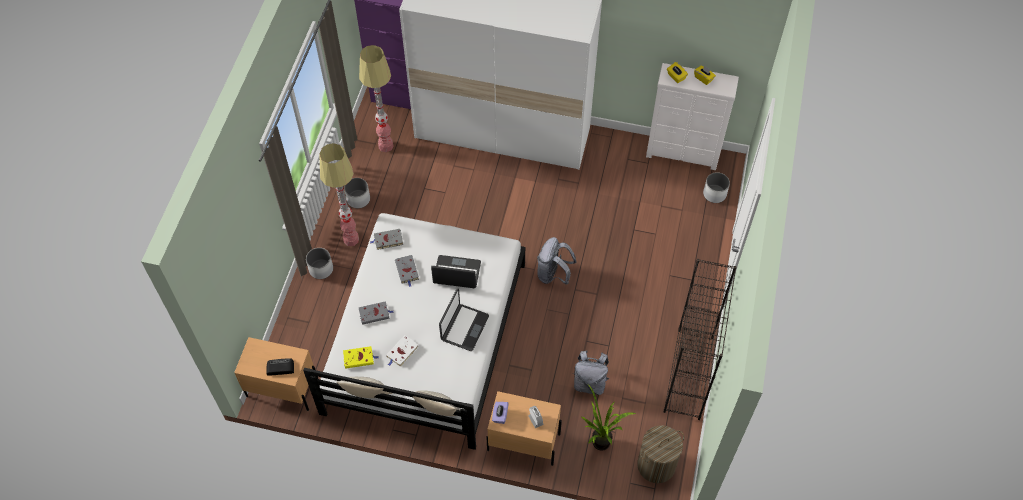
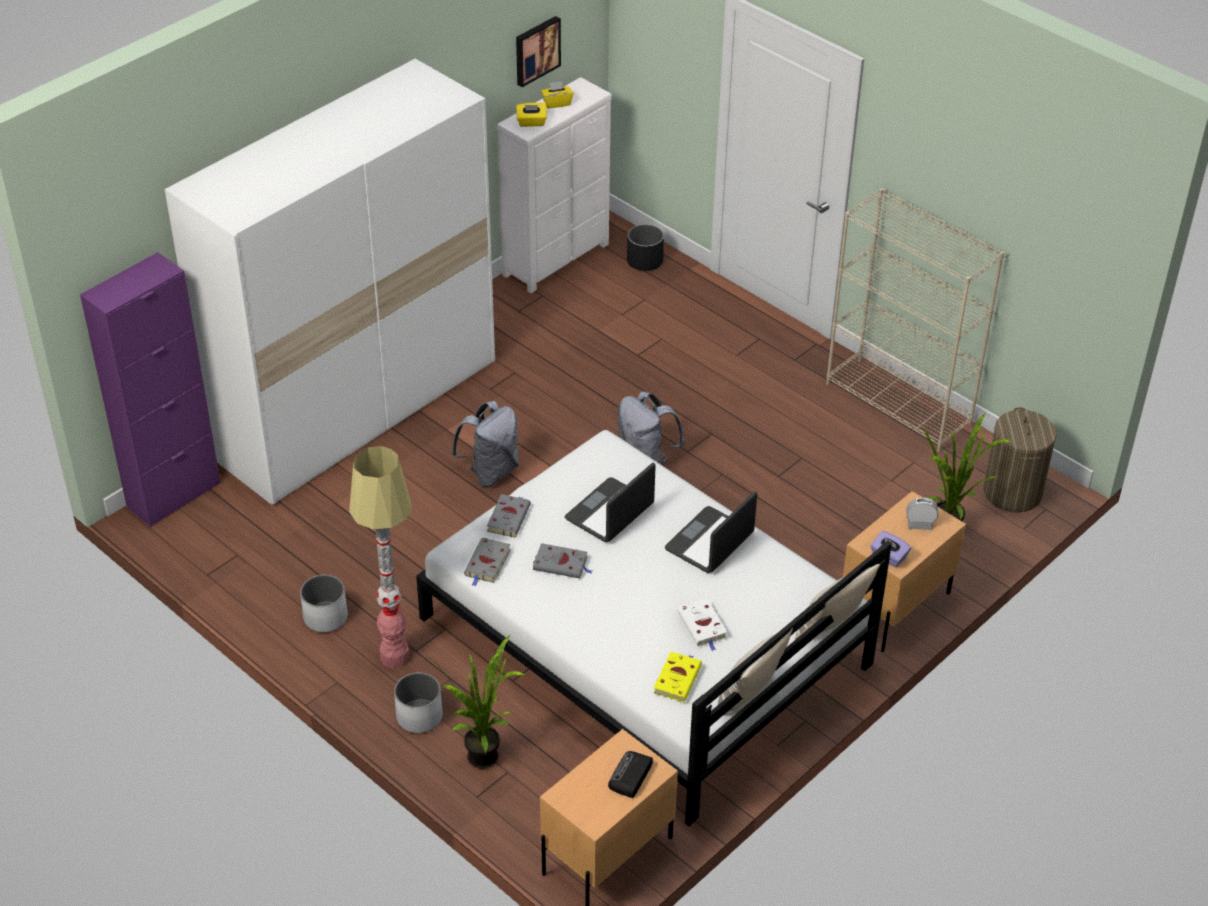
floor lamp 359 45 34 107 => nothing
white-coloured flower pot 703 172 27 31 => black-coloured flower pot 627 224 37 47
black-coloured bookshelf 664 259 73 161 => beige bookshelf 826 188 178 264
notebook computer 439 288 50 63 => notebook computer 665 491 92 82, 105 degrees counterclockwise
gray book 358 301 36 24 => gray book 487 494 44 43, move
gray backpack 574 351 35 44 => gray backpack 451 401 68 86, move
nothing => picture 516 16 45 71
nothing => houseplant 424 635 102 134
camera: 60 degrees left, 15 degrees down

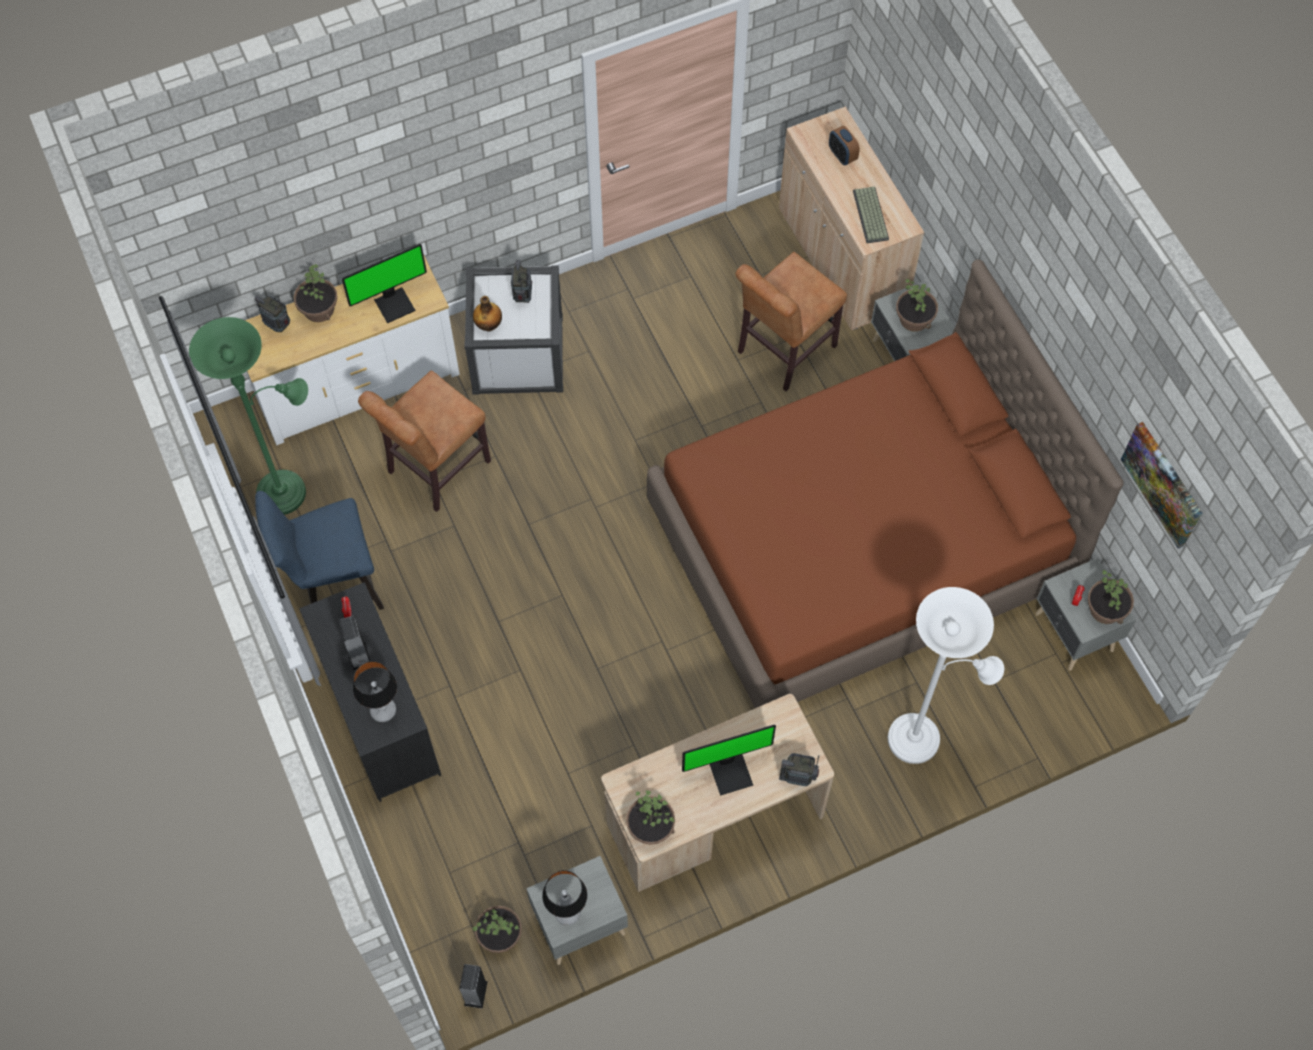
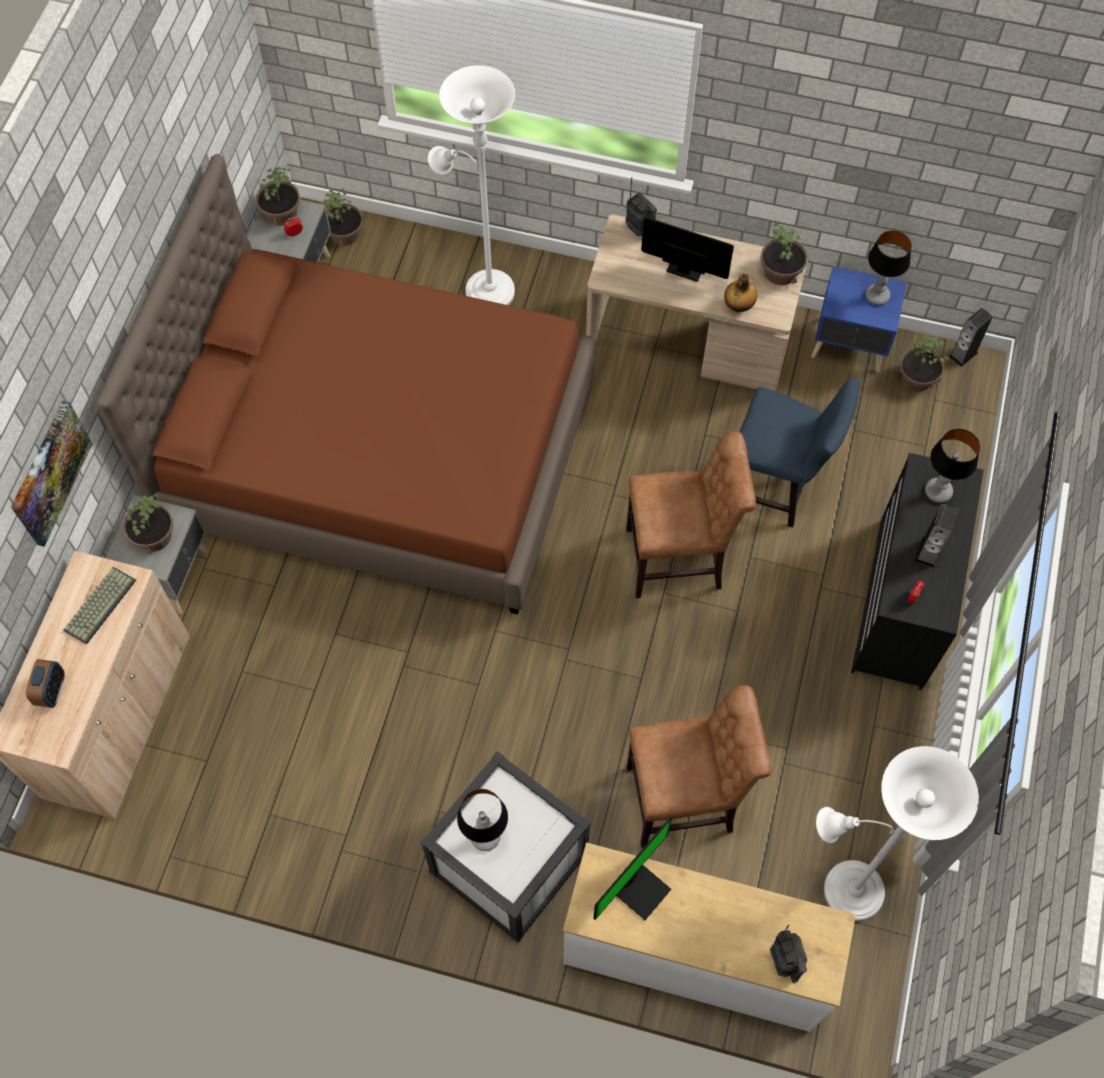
computer screen 342 244 85 79 => computer screen 593 817 79 103, 120 degrees clockwise
brown-coloured chair 735 252 112 139 => brown-coloured chair 626 431 130 167, move
radio receiver 511 260 21 43 => lamp for a table 457 789 51 62
houseplant 294 264 43 58 => houseplant 324 188 39 58, move
bottle 473 296 29 36 => bottle 724 273 33 39, move
green floor lamp 189 317 119 198 => white-coloured floor lamp 816 746 163 175
picture 1121 422 81 127 => picture 11 401 82 146, move
bluish chair 255 491 129 119 => bluish chair 739 378 121 149, move
gray night table 526 856 102 109 => bluish night table 811 266 96 106
camera: 140 degrees left, 0 degrees up

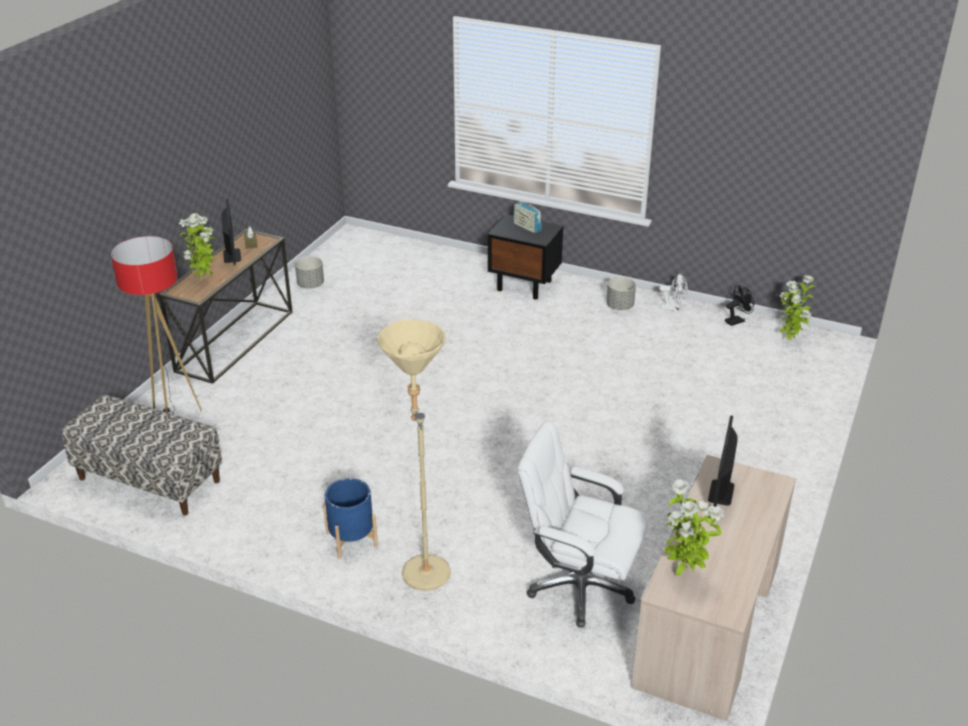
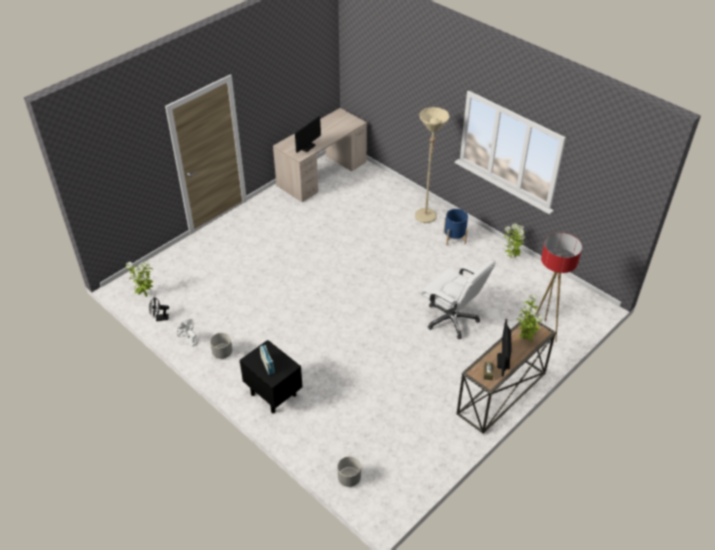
gray flower pot 295 256 29 32 => gray flower pot 337 456 24 31, move
indoor bench 61 395 161 120 => nothing
white-coloured desk chair 518 421 130 207 => white-coloured desk chair 420 260 76 79, move
houseplant 664 479 60 97 => houseplant 504 224 21 34, move
camera: 160 degrees left, 10 degrees up

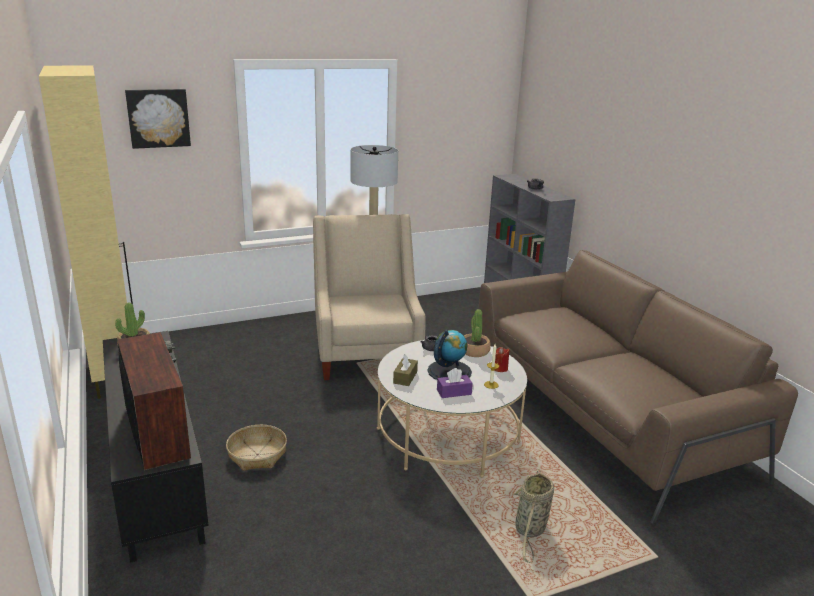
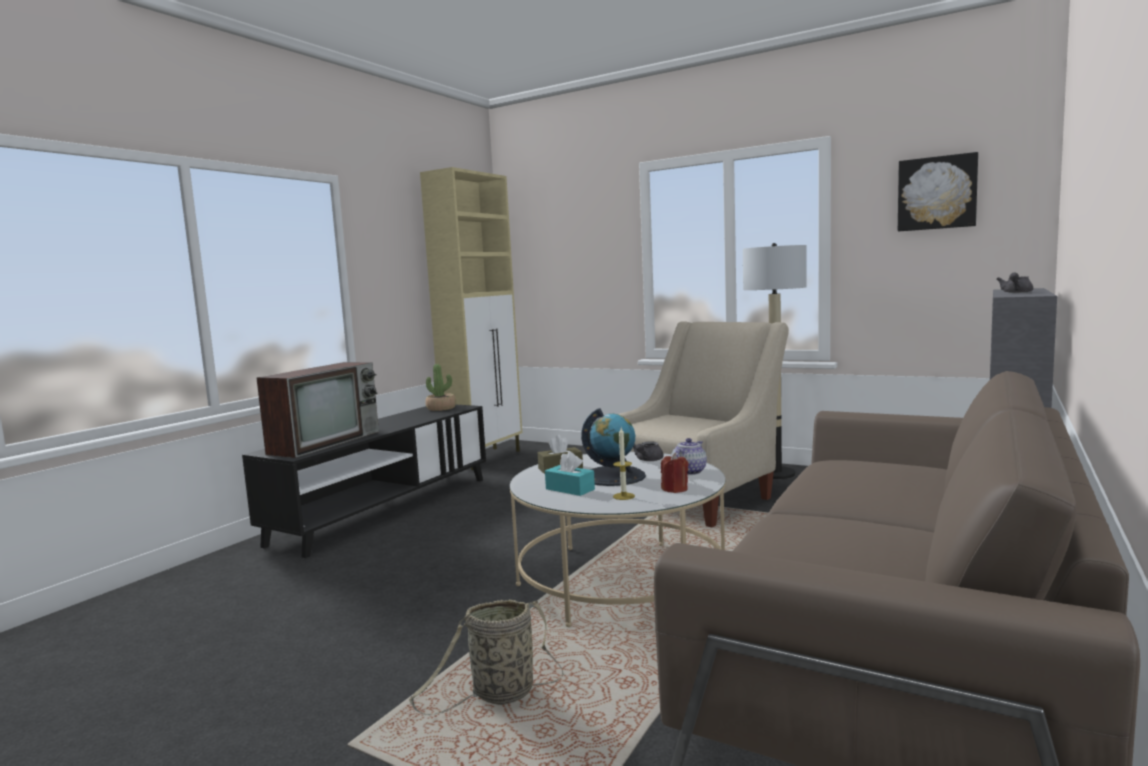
picture 125 89 66 60 => picture 898 152 80 79, move
houseplant 464 309 27 48 => pot for tea 671 438 36 37
purple tissue holder 437 368 36 30 => blue-green tissue holder 545 452 50 44
basket 226 425 61 46 => nothing
camera: 55 degrees right, 15 degrees down

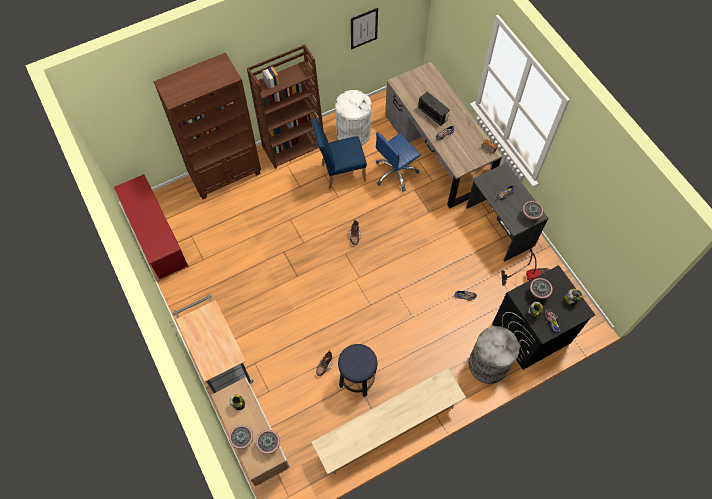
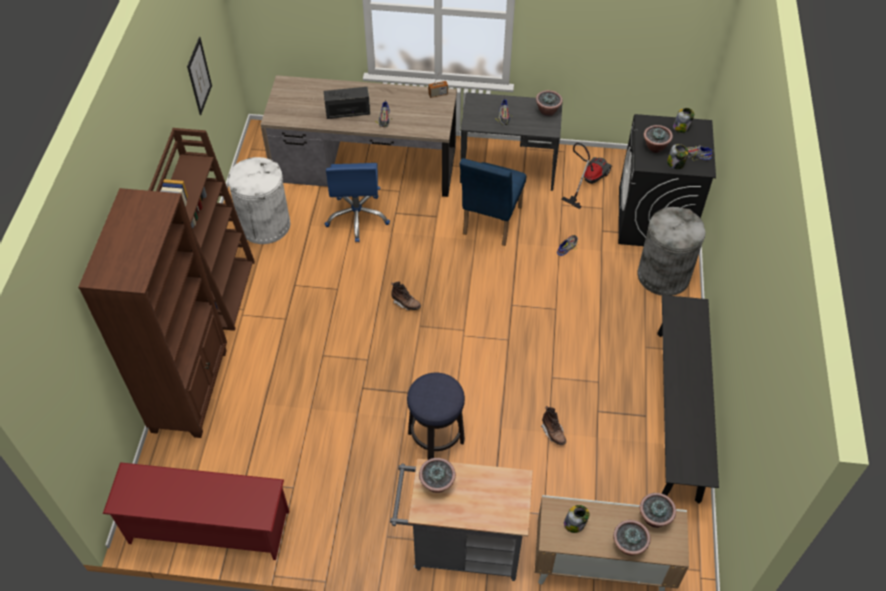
bluish chair 311 118 56 71 => bluish chair 459 158 67 88, move
sitting stool 338 344 40 53 => sitting stool 407 373 58 87, move
beige indoor bench 311 368 155 106 => black-coloured indoor bench 657 295 62 209
nothing => houseplant 419 458 37 35
camera: 55 degrees left, 10 degrees down

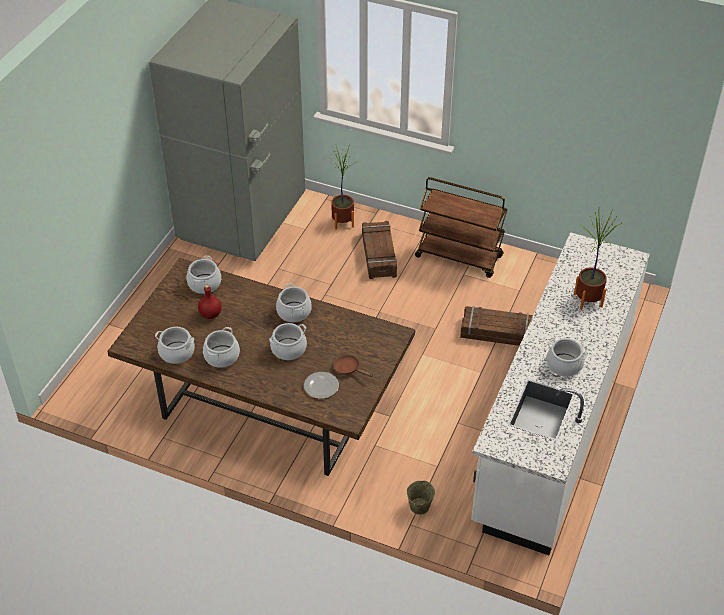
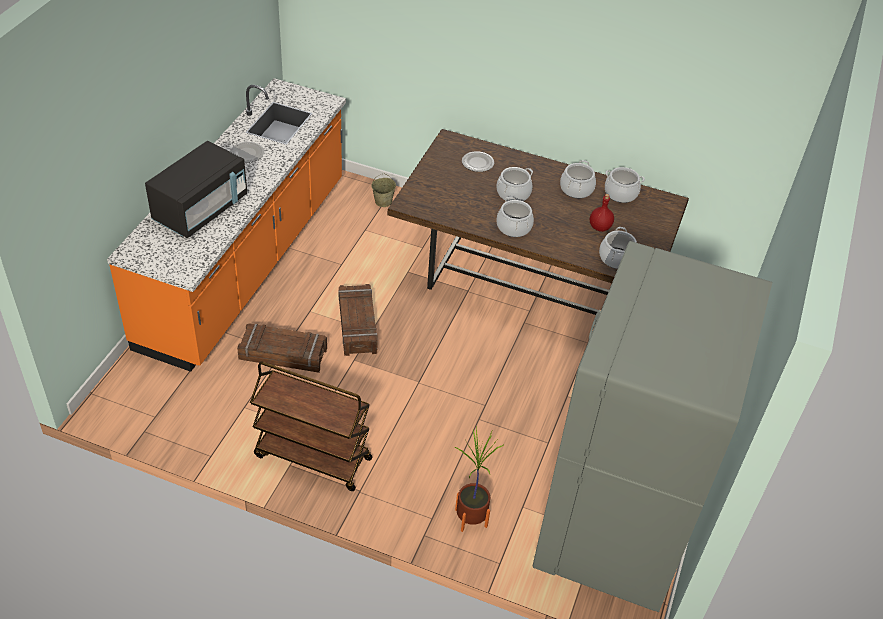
houseplant 574 209 48 101 => black-coloured microwave oven 145 141 102 97
crate 362 221 35 58 => crate 339 284 39 72, move
white-coloured kitchen counter 471 232 179 323 => orange kitchen counter 107 78 239 294
cooking pot 547 338 40 39 => flat dish 230 142 34 21
brown-coloured pan 333 355 40 22 => nothing
camera: 175 degrees right, 0 degrees up

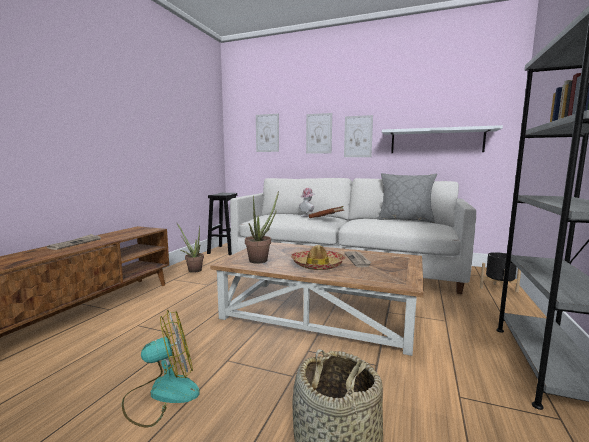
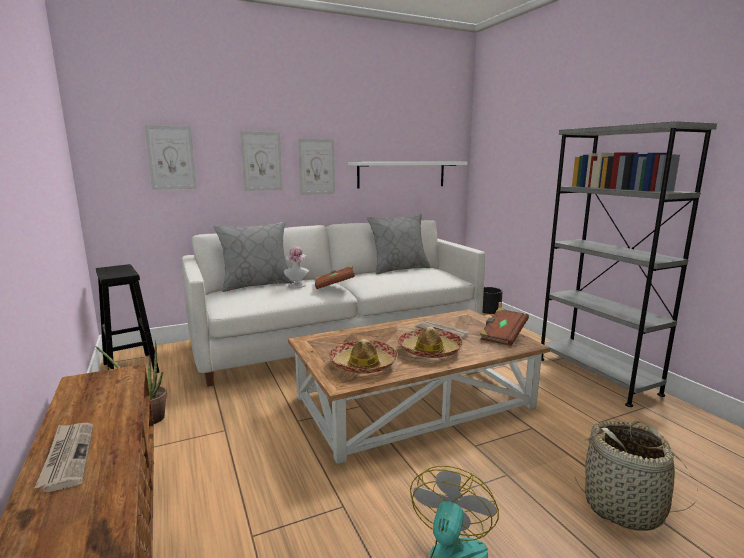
houseplant 245 191 34 73 => hat 329 339 69 35
nothing => gray throw pillow 214 221 80 71
nothing => brown-coloured book 480 308 49 38
camera: 45 degrees left, 5 degrees up

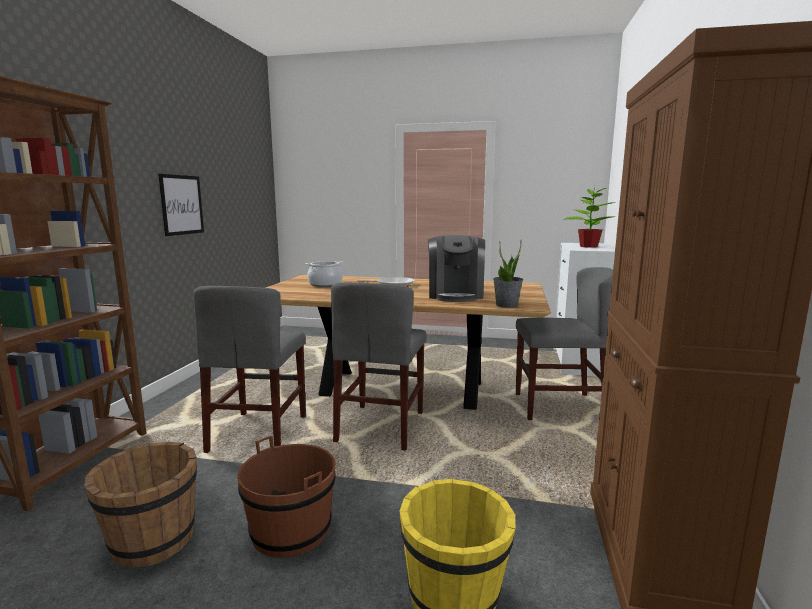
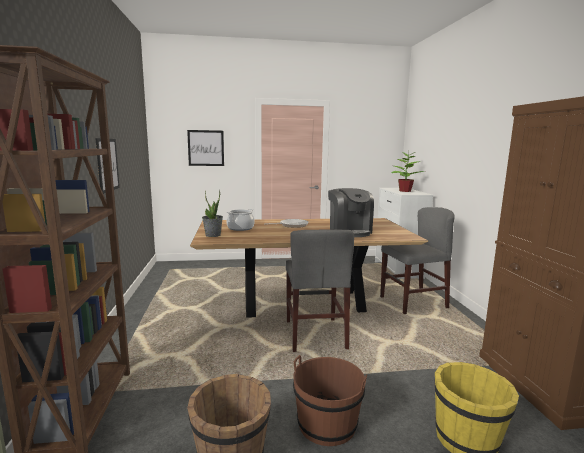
houseplant 493 241 30 67 => houseplant 202 190 21 47, move
gray chair 193 286 113 167 => nothing
nothing => picture 187 130 37 36
camera: 20 degrees left, 0 degrees up

